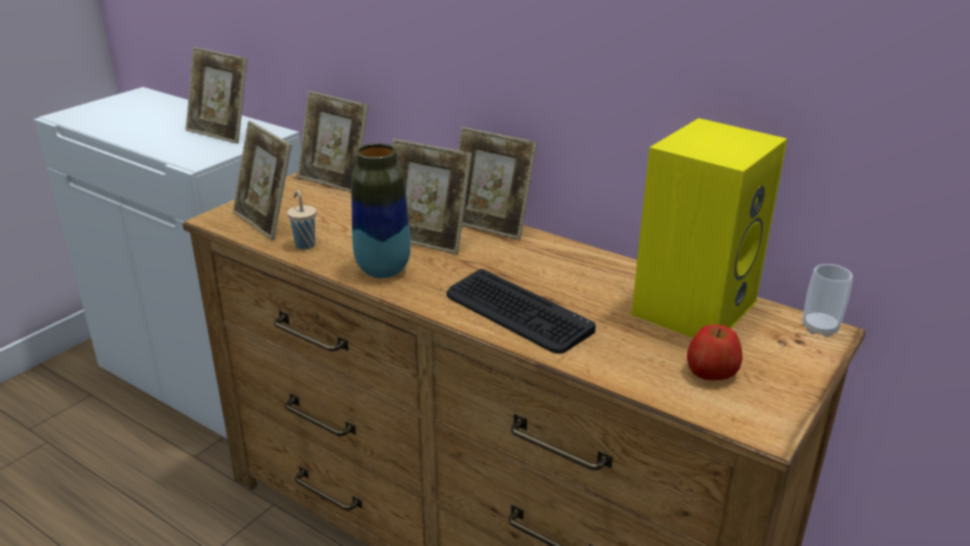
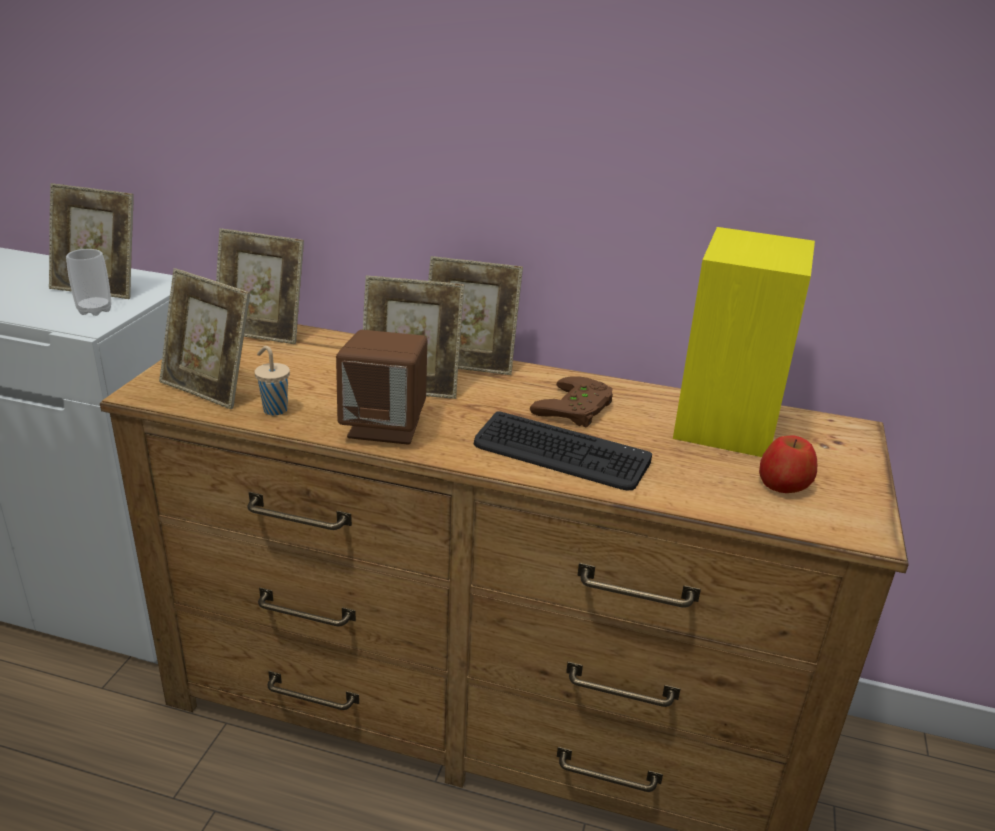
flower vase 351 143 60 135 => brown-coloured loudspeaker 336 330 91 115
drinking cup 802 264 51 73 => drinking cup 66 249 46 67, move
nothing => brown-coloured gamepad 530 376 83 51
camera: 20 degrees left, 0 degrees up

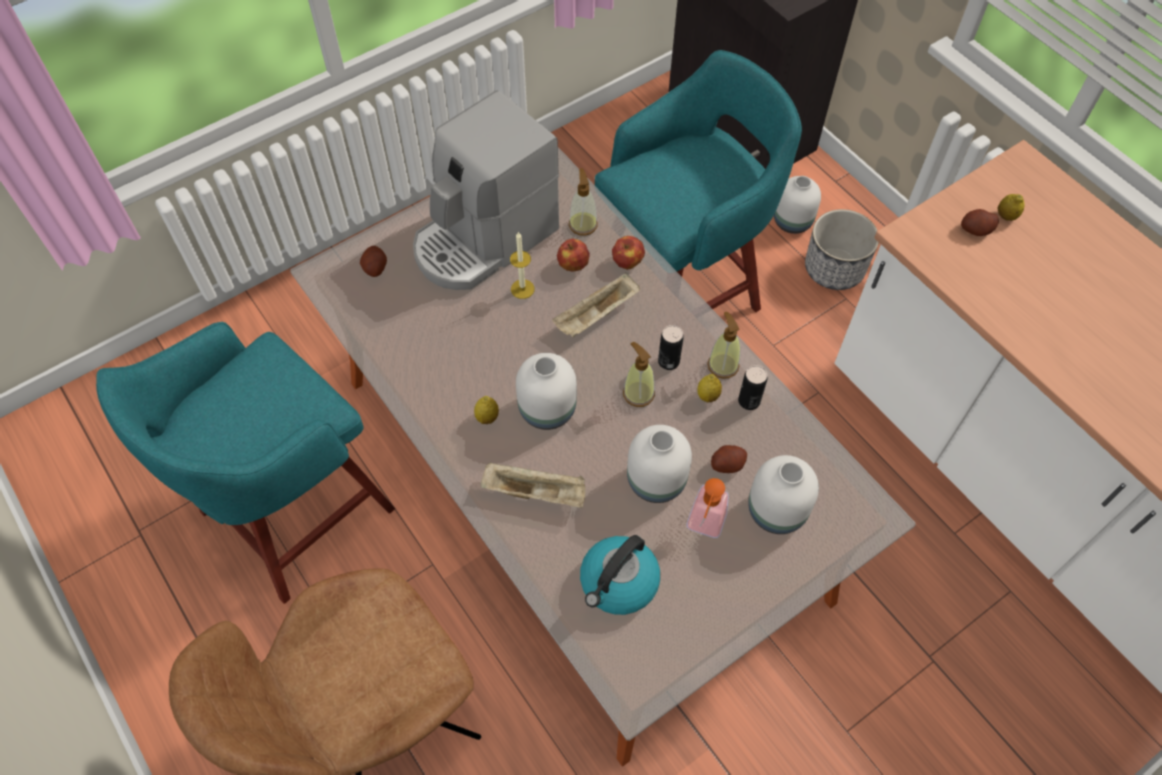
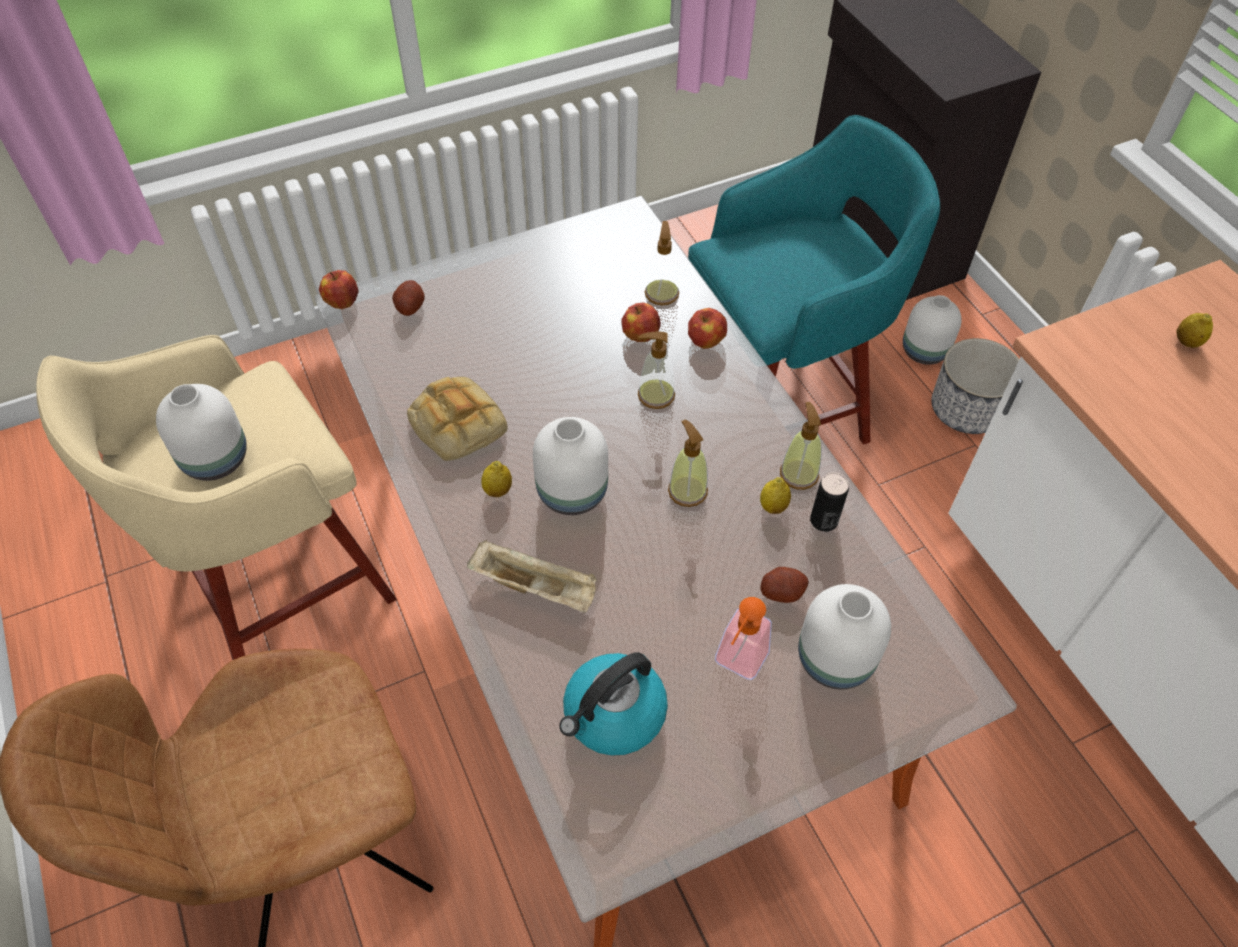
coffee brewer 413 90 146 200 => nothing
spud 961 209 38 27 => nothing
wax candle 510 231 25 68 => nothing
beige tray 552 273 88 65 => soap dispenser 638 331 37 78
blue-green sitting stool 96 322 299 282 => beige sitting stool 36 335 360 325
sealed can 658 325 26 45 => nothing
white-coloured flower vase 627 425 65 78 => white-coloured flower vase 156 384 91 97, move
nothing => apple fruit 319 270 40 39
nothing => bread 407 377 101 84
camera: 10 degrees right, 5 degrees down

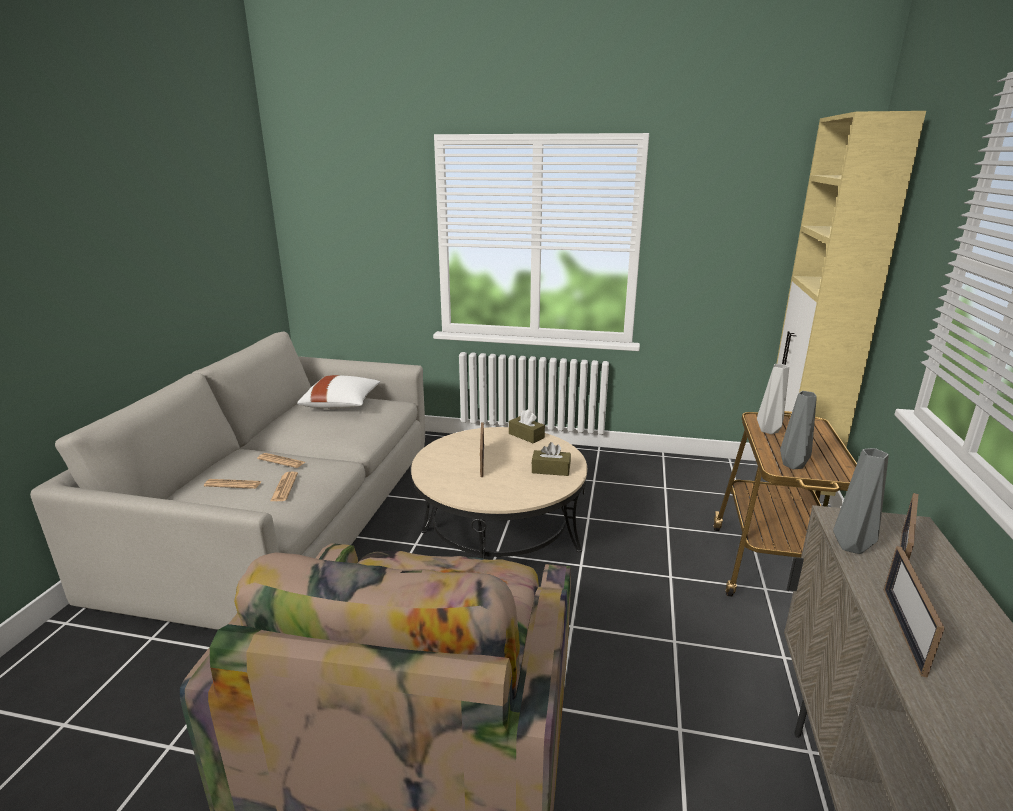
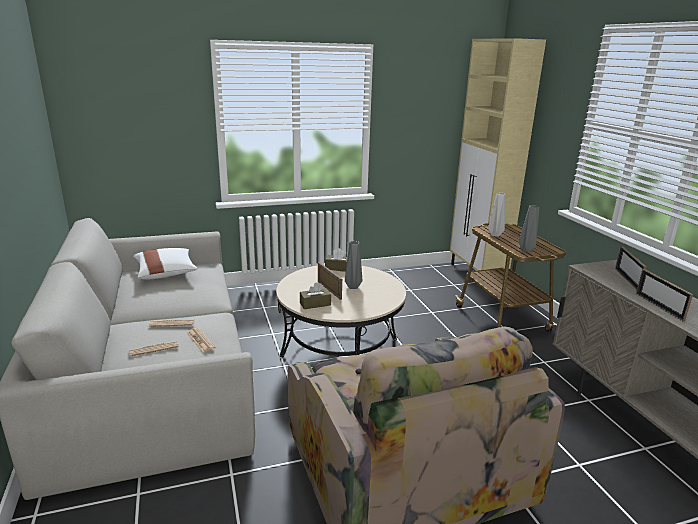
brown-coloured tissue holder 531 442 40 34 => brown-coloured tissue holder 300 283 31 26, move
gray flower vase 833 448 56 106 => gray flower vase 345 241 17 48, move
camera: 30 degrees left, 0 degrees up

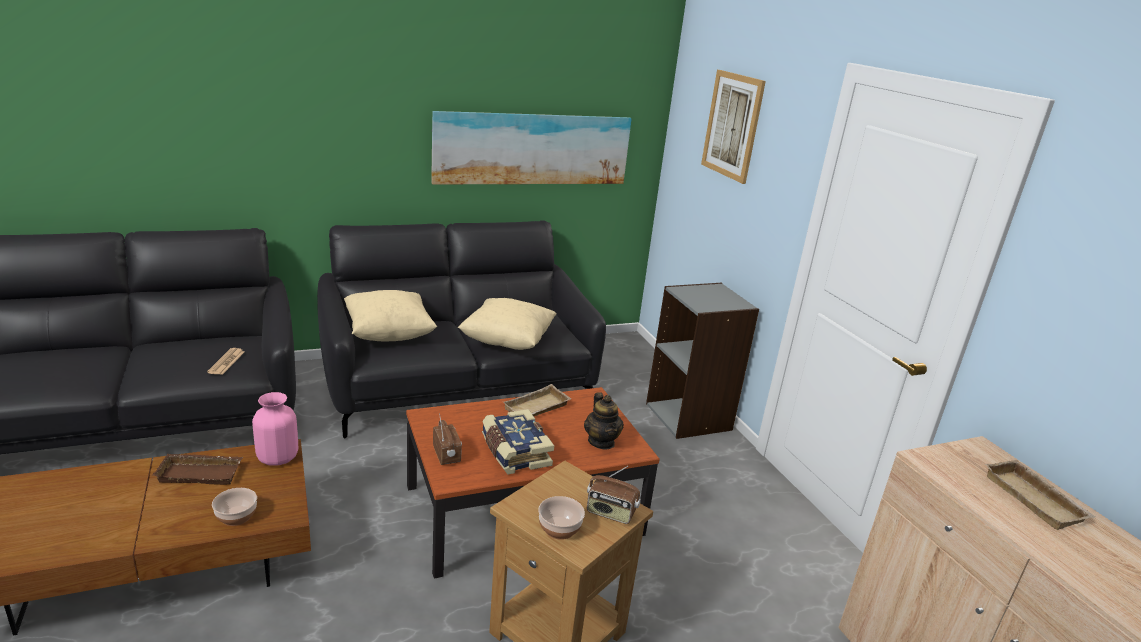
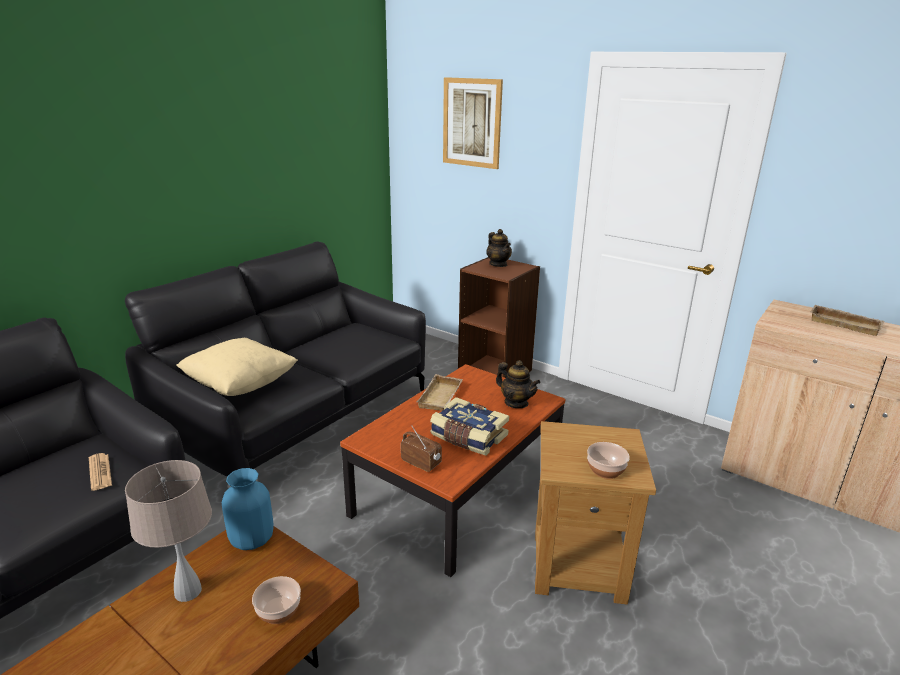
picture 431 111 201 73 => nothing
gray bookshelf 646 283 113 156 => brown-coloured bookshelf 458 257 82 121
beige throw pillow 458 298 99 52 => nothing
pink flower vase 252 392 46 74 => bluish flower vase 222 468 52 82
brown-coloured tray 152 454 91 31 => beige lamp for a table 125 460 87 142
radio receiver 587 466 54 58 => nothing
nothing => pot for tea 486 229 26 38
camera: 30 degrees left, 0 degrees up

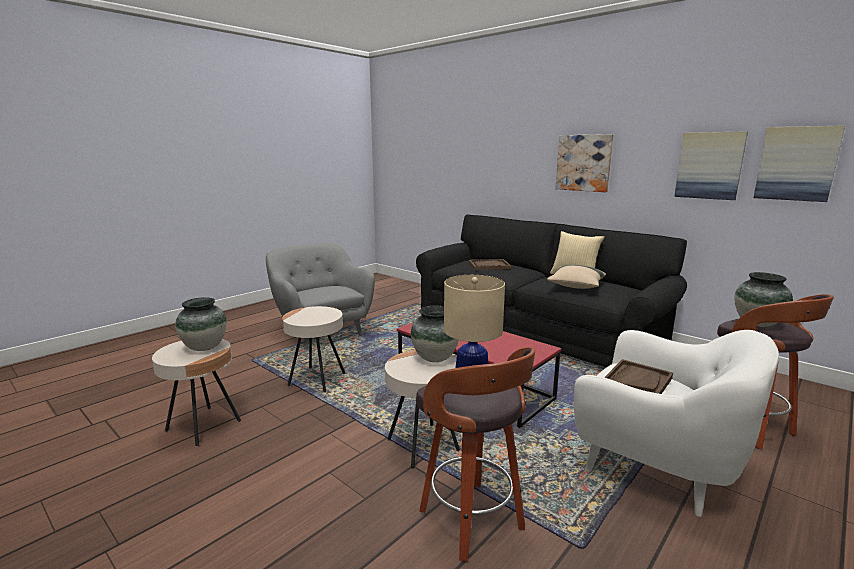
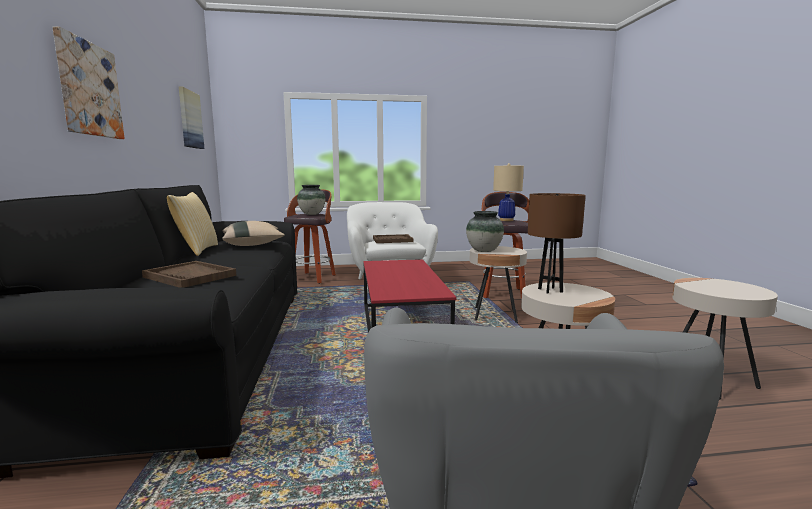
picture 674 131 74 69 => nothing
flower vase 175 297 52 54 => nothing
nothing => brown-coloured lamp for a table 528 193 58 101
camera: 140 degrees left, 5 degrees down

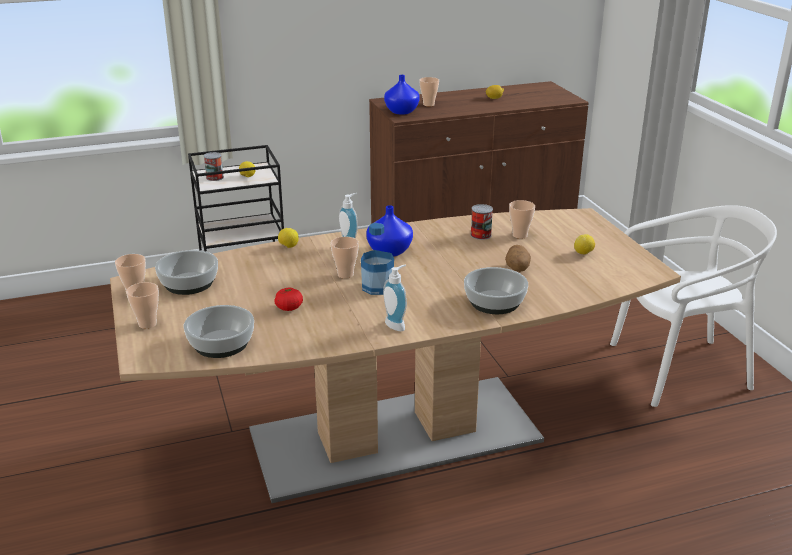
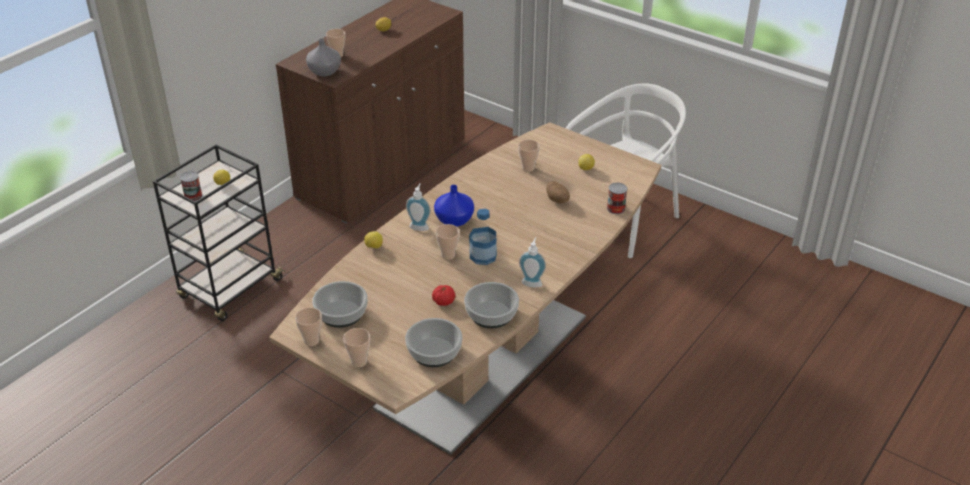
bluish flower vase 384 75 36 40 => gray flower vase 306 38 35 38
sealed can 470 204 23 36 => sealed can 607 183 20 31, move
serving bowl 464 267 64 47 => serving bowl 464 282 55 46, move
camera: 35 degrees left, 10 degrees up

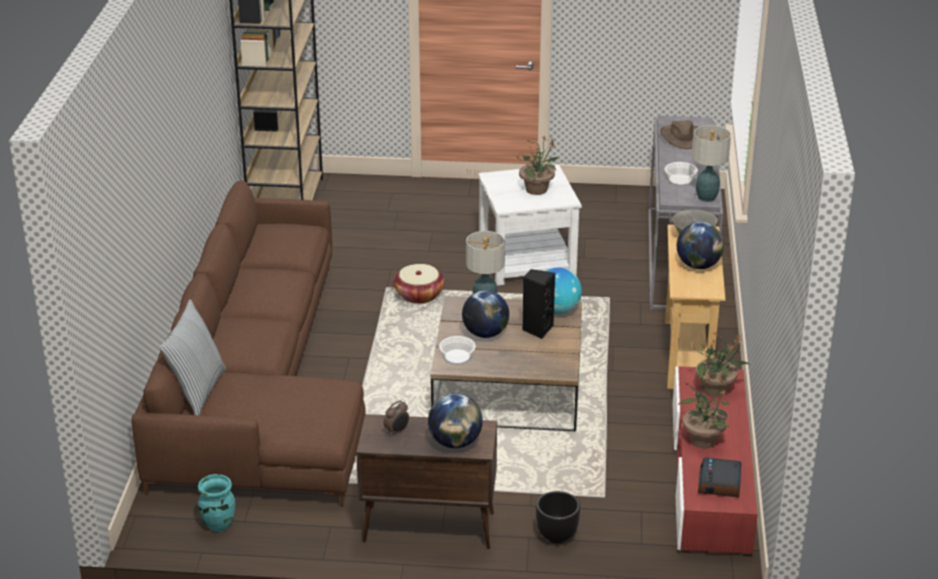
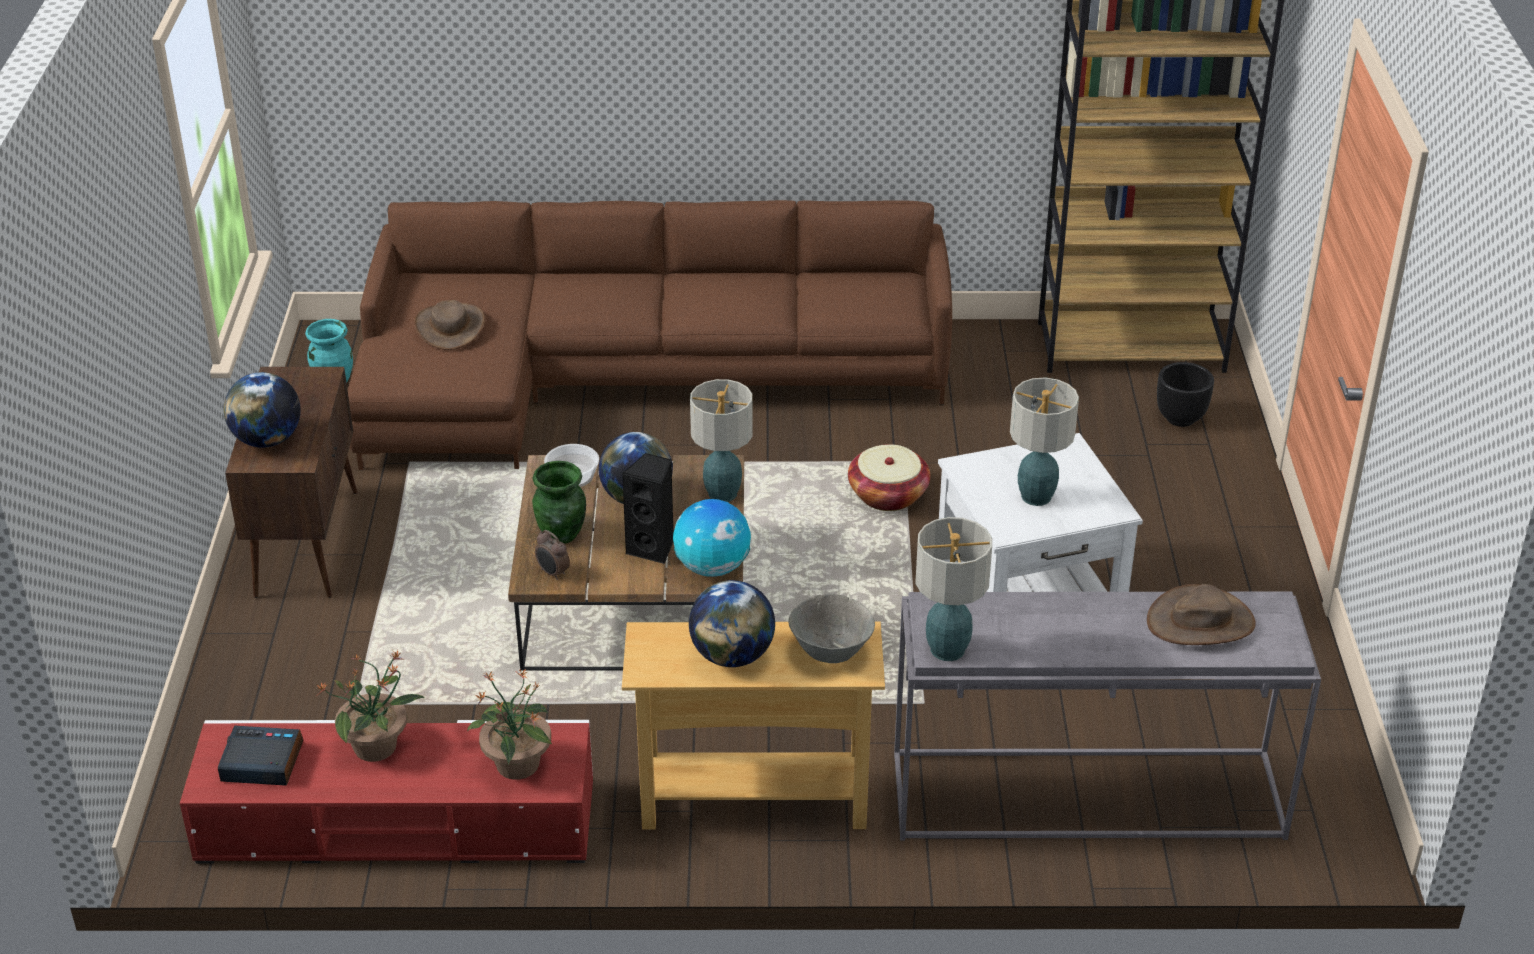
houseplant 516 136 43 59 => lamp for a table 1010 377 69 129
serving bowl 665 162 33 24 => nothing
throw pillow 160 299 66 116 => nothing
table clock 384 401 25 35 => table clock 535 530 35 50, move
black-coloured flower pot 536 491 44 53 => black-coloured flower pot 1157 362 57 65, move
nothing => brown-coloured hat 414 300 71 50
nothing => green flower vase 532 461 54 83
camera: 85 degrees right, 5 degrees up

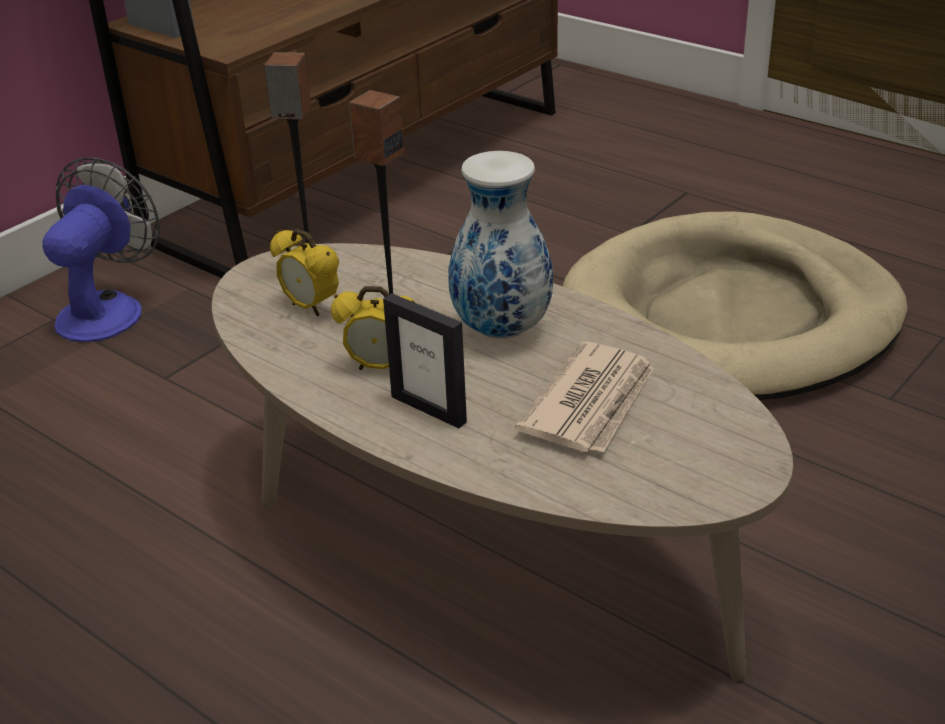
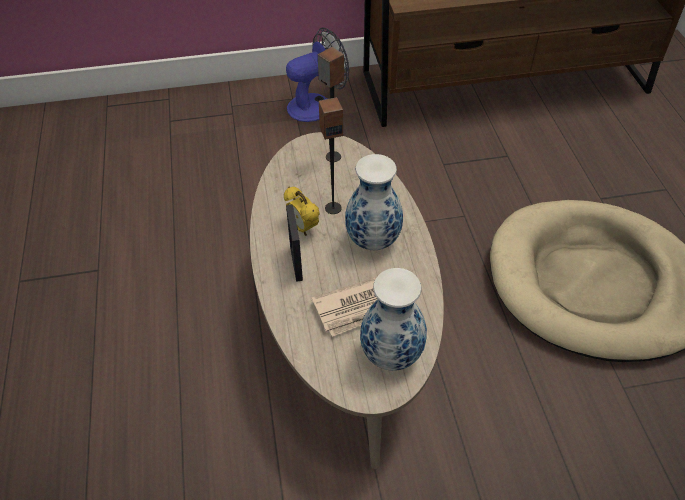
table clock 270 229 69 88 => nothing
nothing => flower vase 360 268 67 103
camera: 40 degrees right, 15 degrees up

